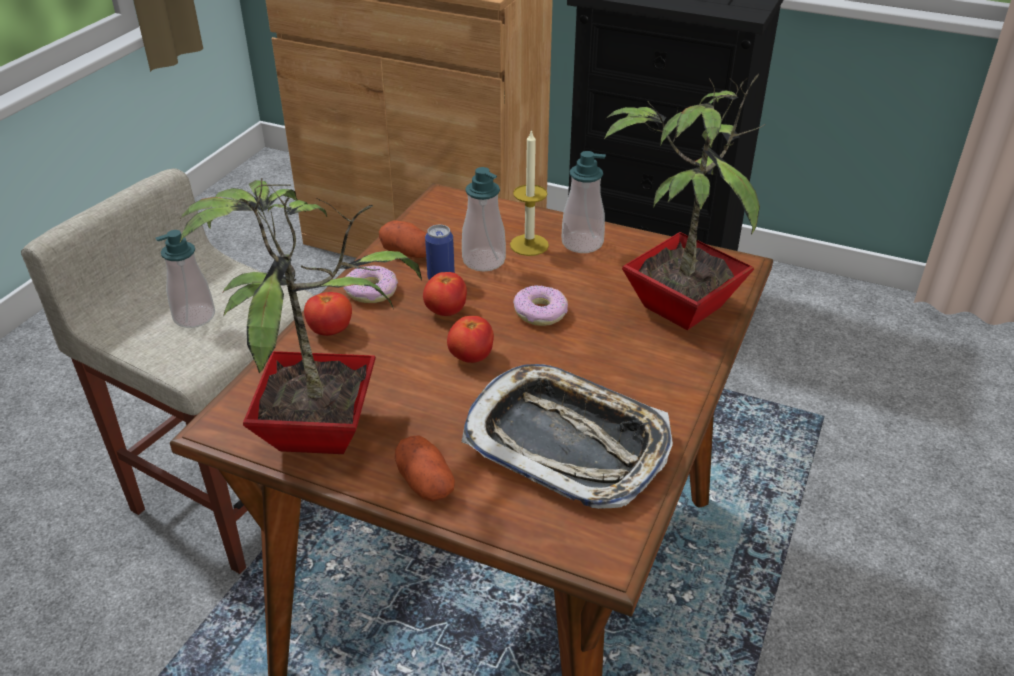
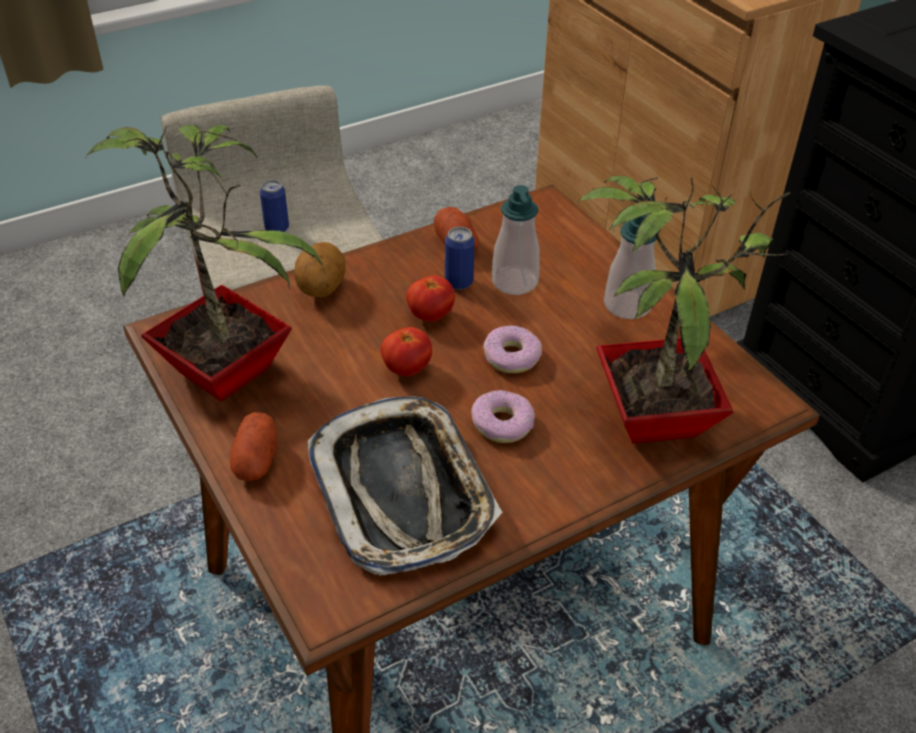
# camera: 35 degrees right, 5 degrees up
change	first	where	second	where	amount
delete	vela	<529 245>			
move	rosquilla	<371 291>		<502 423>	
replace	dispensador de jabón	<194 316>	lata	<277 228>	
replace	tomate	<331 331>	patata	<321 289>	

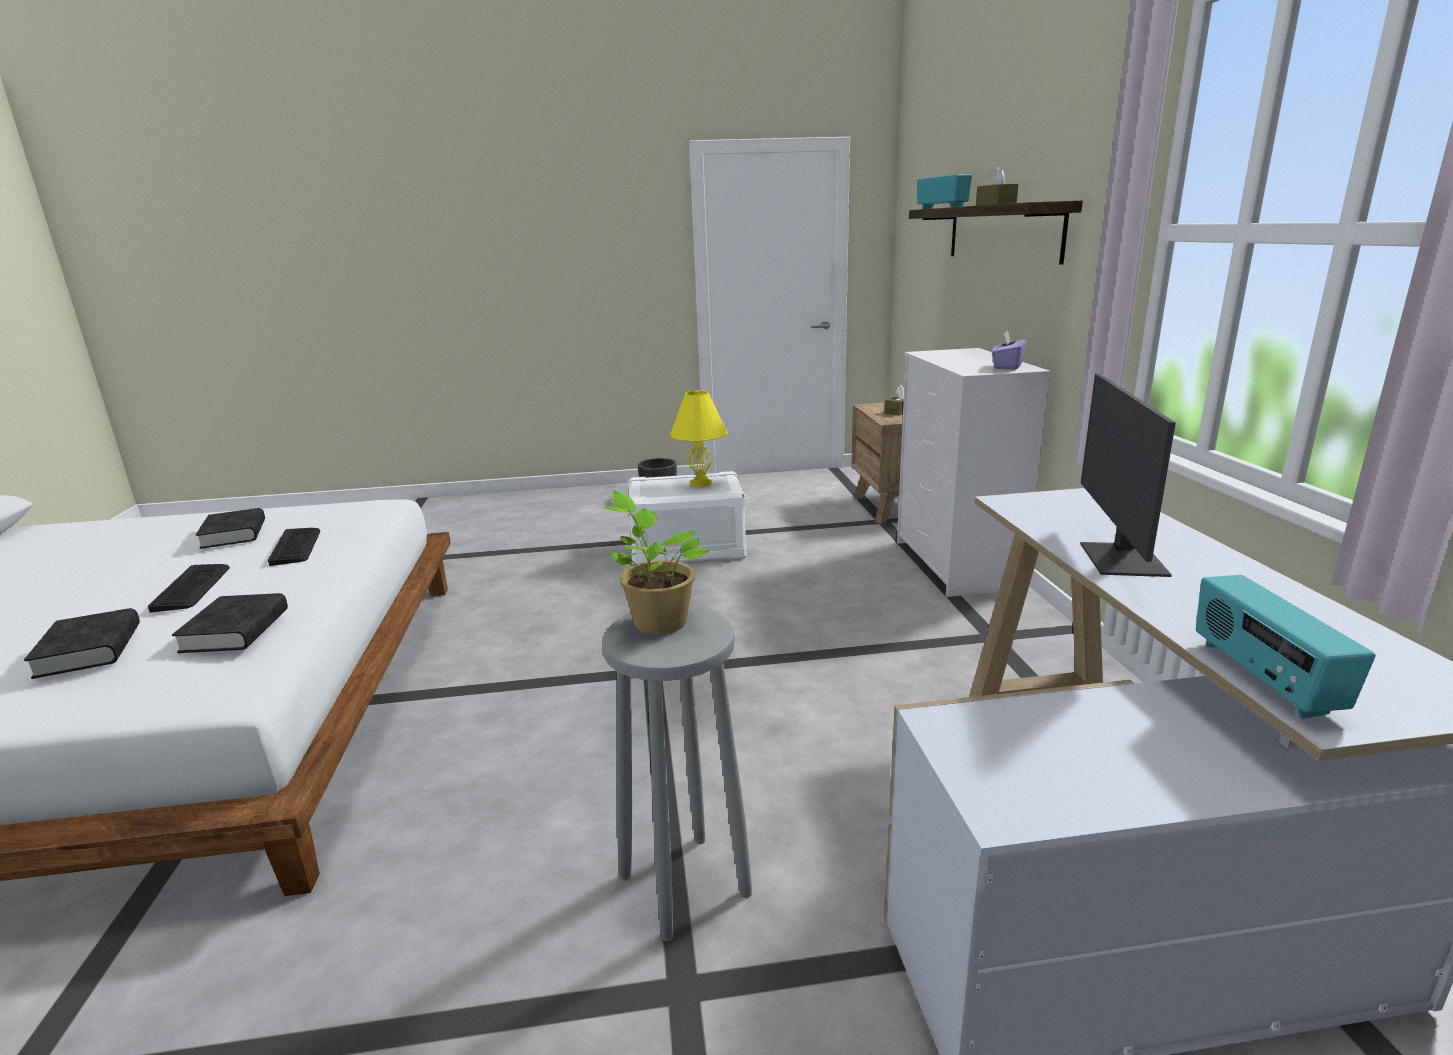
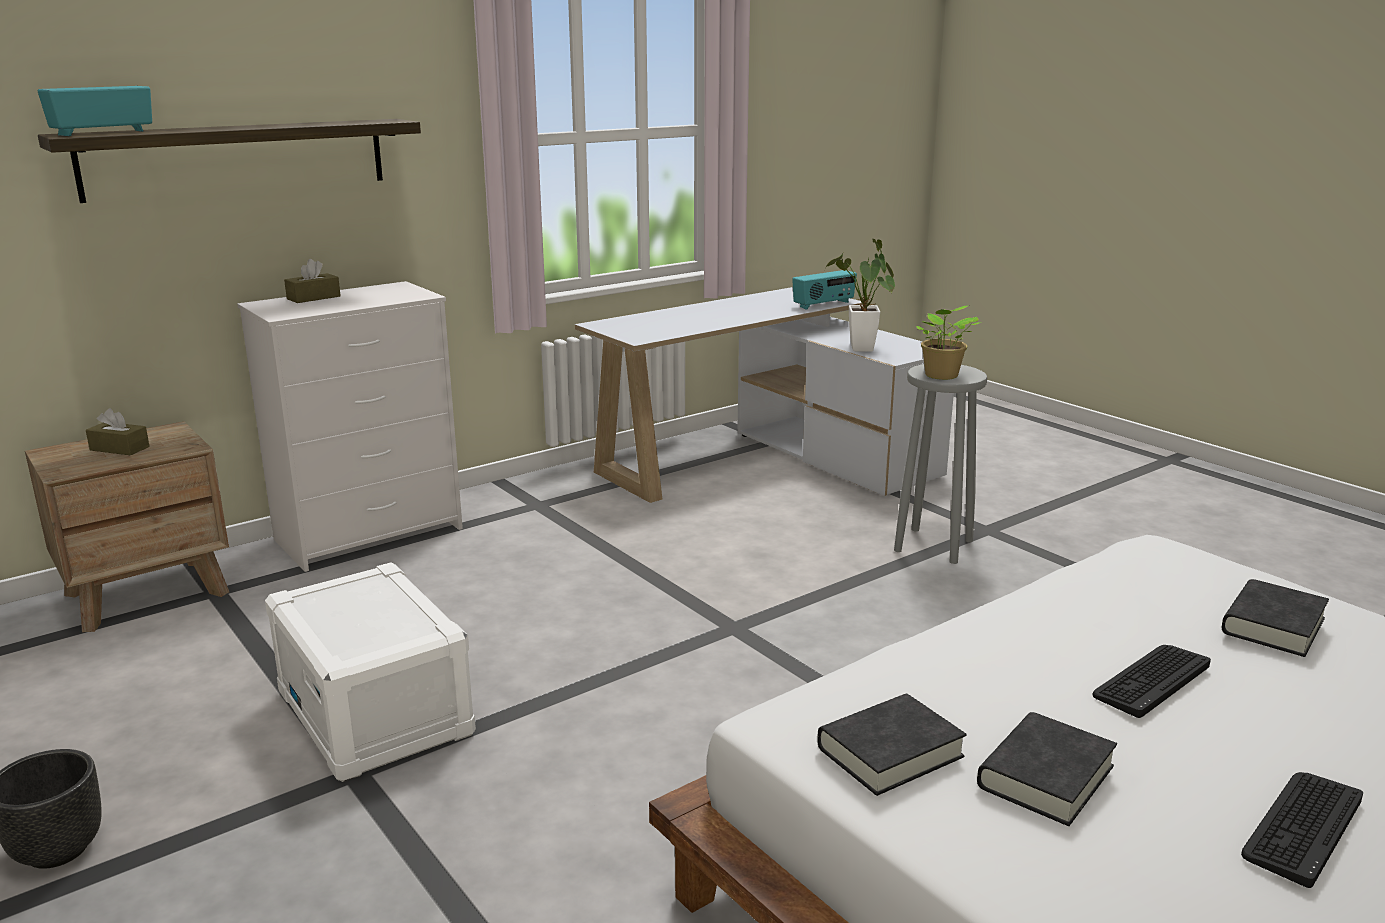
# camera: 120 degrees left, 0 degrees up
change	first	where	second	where	amount
delete	lámpara de mesa [amarillo]	<700 483>			
delete	caja de pañuelos [morado]	<1007 367>			
delete	monitor	<1120 559>			
insert			planta en maceta	<862 350>	
move	libro [negro]	<236 630>		<890 752>	
move	teclado	<296 546>		<1302 827>	
move	caja de pañuelos [marrón]	<995 204>		<313 297>	

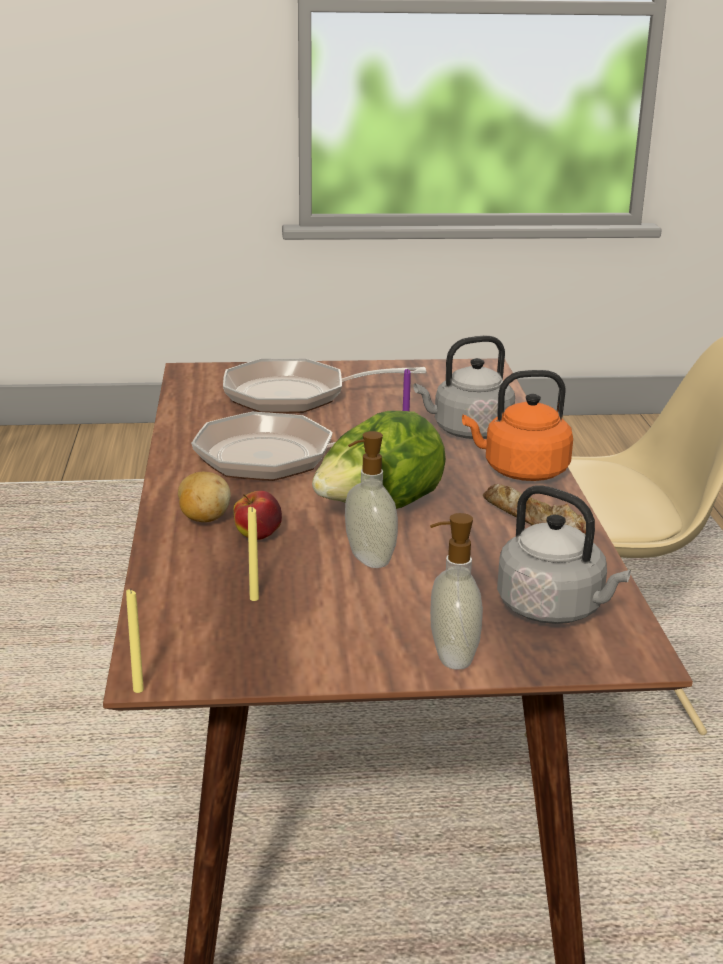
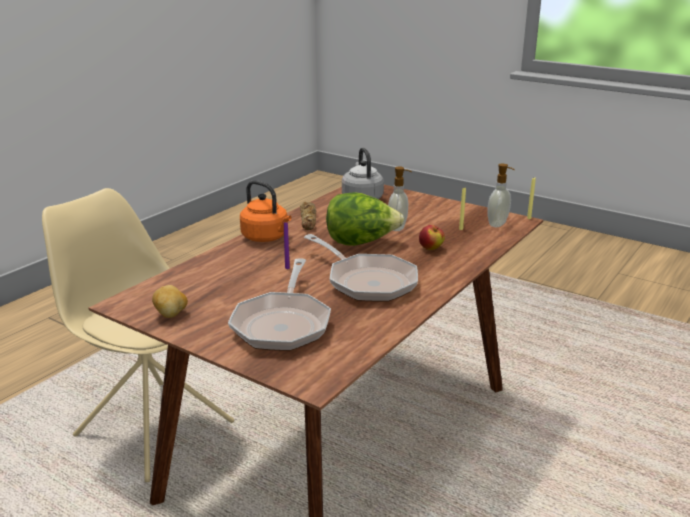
# camera: 140 degrees left, 0 degrees up
change	first	where	second	where	amount
delete	hervidor [gris]	<468 431>			
move	patata	<203 518>		<171 314>	
move	dispensador de jabón	<450 656>		<498 224>	
rotate	sartén	<296 396>		<283 324>	60 degrees clockwise

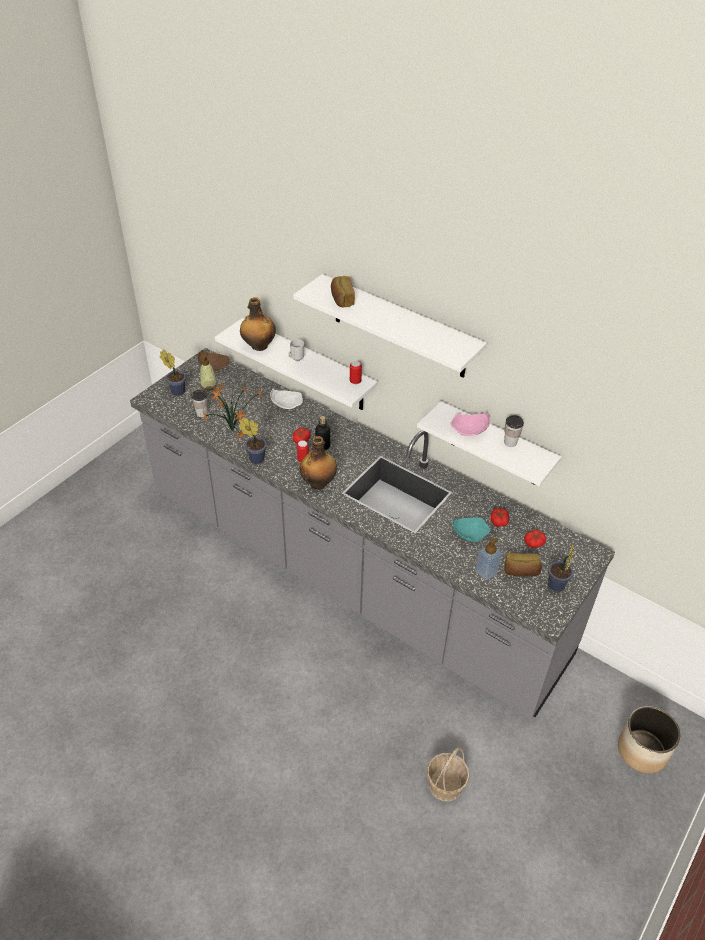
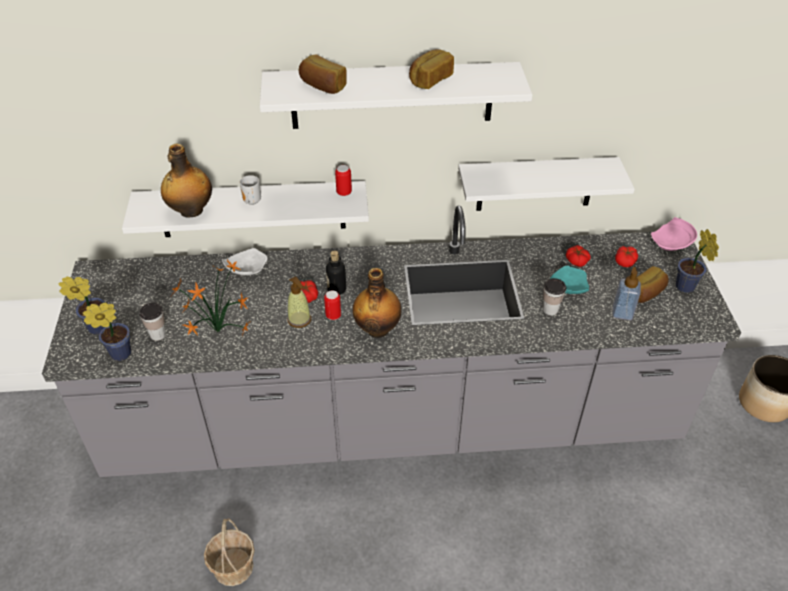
# camera: 40 degrees left, 0 degrees up
change	first	where	second	where	amount
delete	plato [marrón]	<213 365>			
insert			pan	<430 79>	
move	dispensador de jabón	<208 385>		<299 319>	
move	planta en maceta	<255 458>		<118 354>	
move	cesta	<445 785>		<233 567>	
move	plato [rosa]	<469 430>		<671 242>	
move	taza	<510 442>		<550 310>	

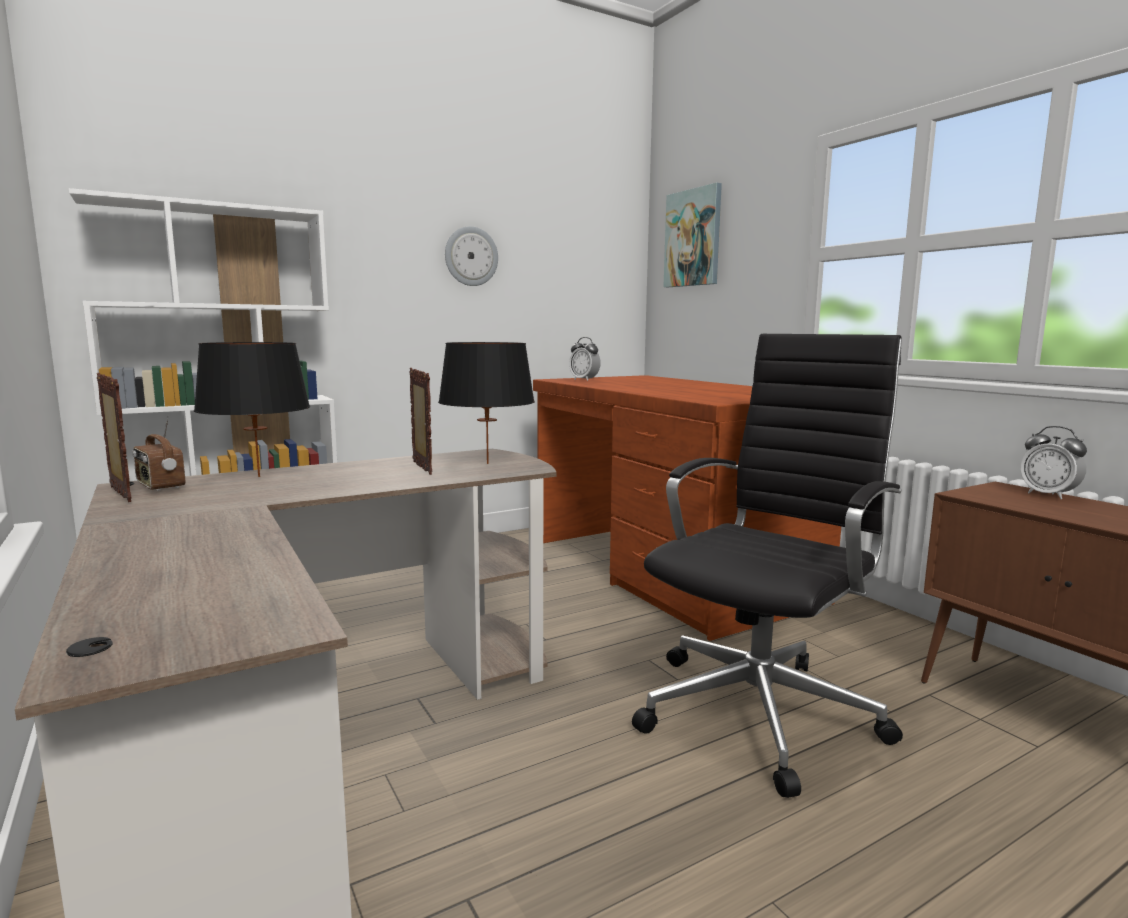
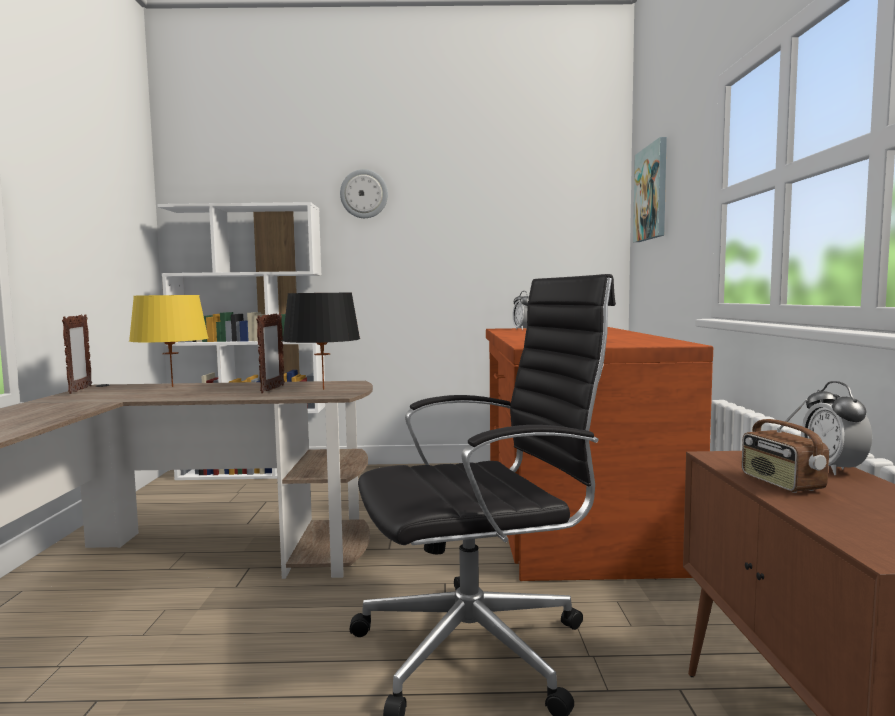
# camera: 30 degrees right, 5 degrees down
change	first	where	second	where	amount
move	radio	<160 485>		<780 484>	
move	reloj de pared	<471 256>		<364 194>	
recolor	lámpara de mesa [negro]	<259 476>	lámpara de mesa [amarillo]	<172 386>	

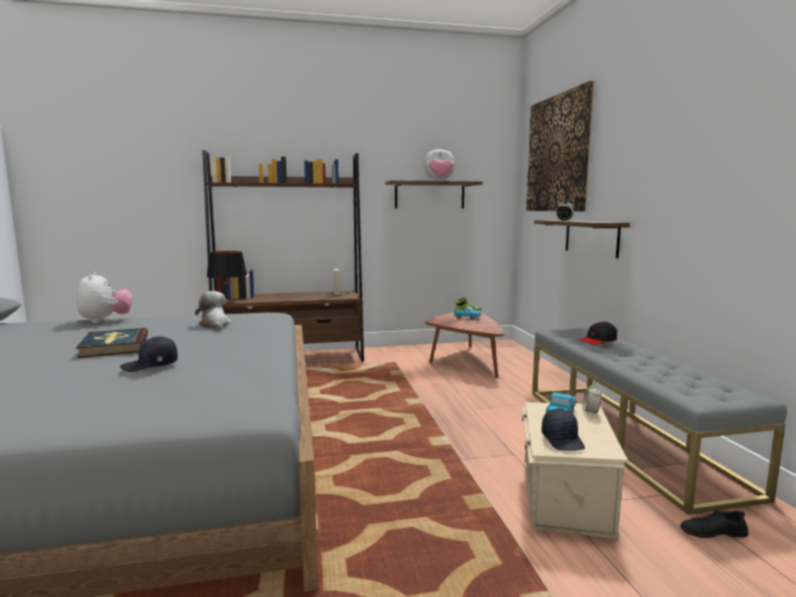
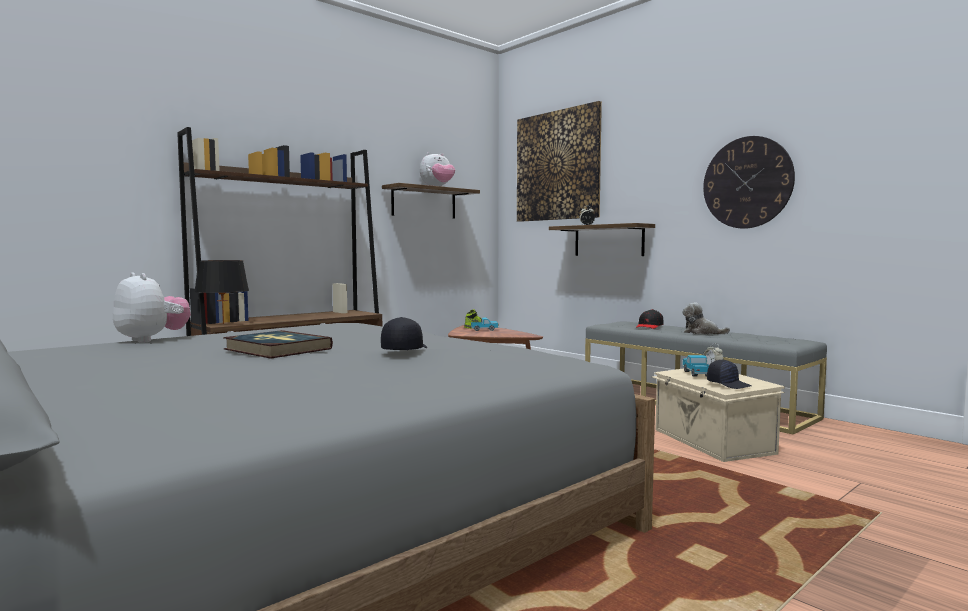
# camera: 30 degrees left, 5 degrees down
change	first	where	second	where	amount
delete	zapato [negro]	<713 532>			
insert			reloj de pared	<747 182>	
move	peluche	<215 325>		<702 333>	
rotate	gorra [negro]	<150 366>		<404 350>	150 degrees clockwise

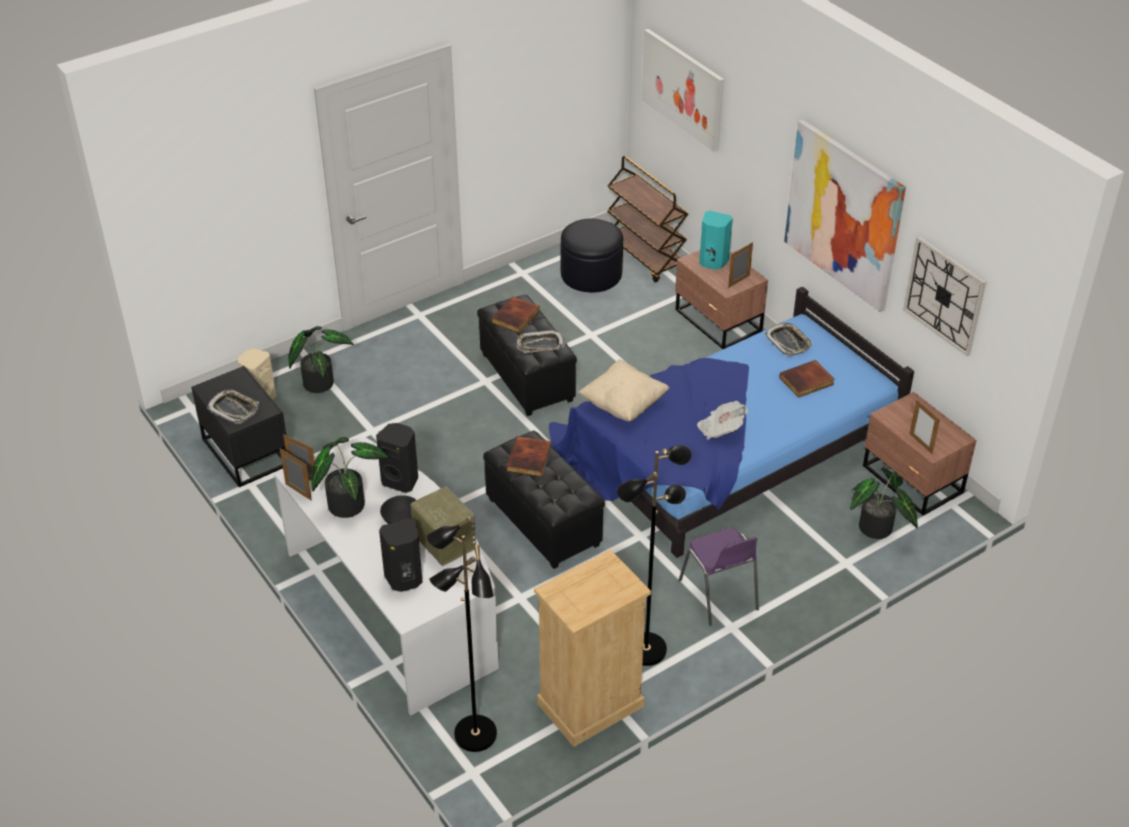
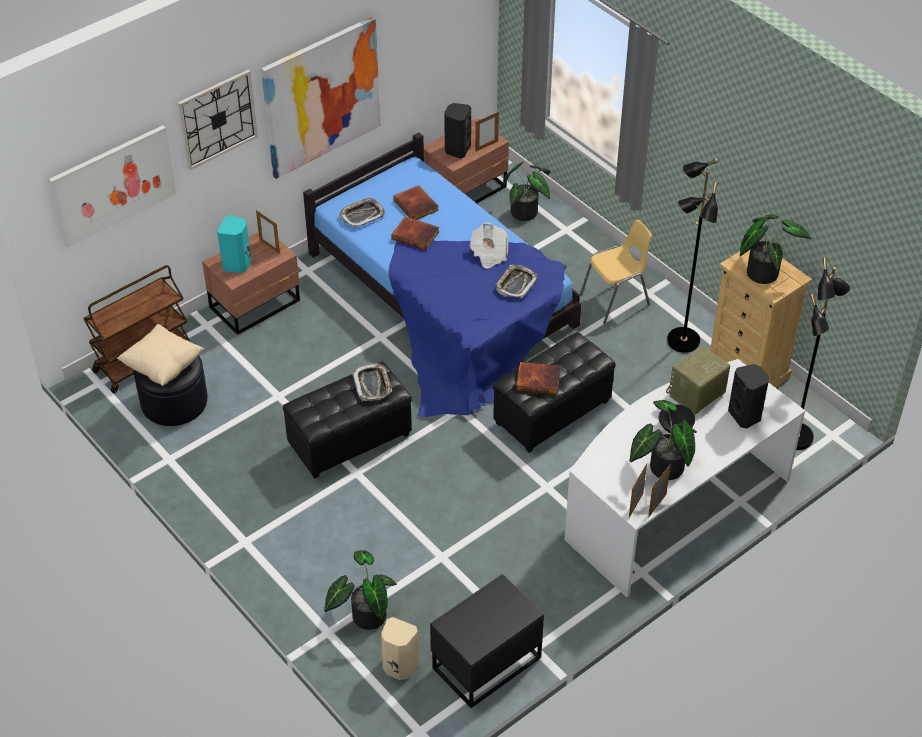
# camera: 95 degrees left, 5 degrees up
change	first	where	second	where	amount
insert			planta en maceta	<763 271>	
move	bandeja	<234 409>		<516 284>	
move	altavoz [negro]	<401 480>		<457 149>	
move	libro	<516 317>		<416 235>	
move	cojín [beis]	<623 404>		<162 366>	
move	reloj de pared	<944 295>		<217 119>	
recolor	silla [morado]	<719 595>	silla [amarillo]	<616 300>	

